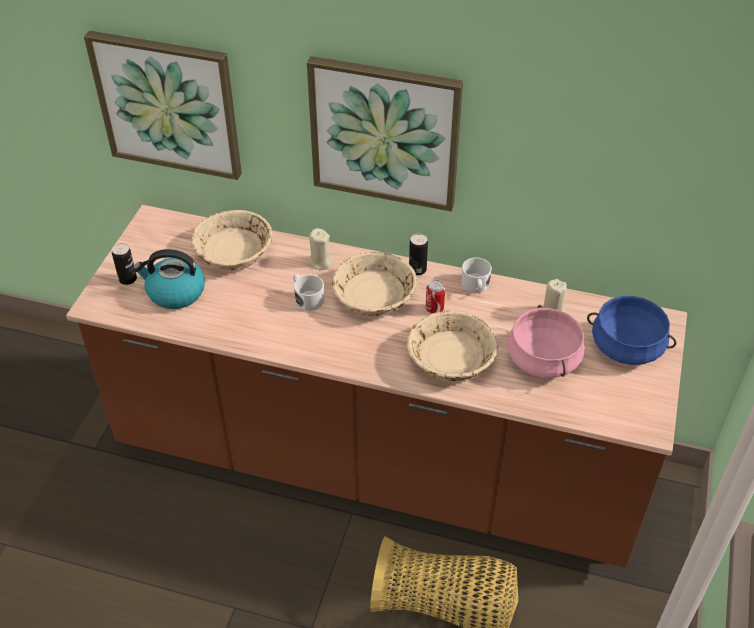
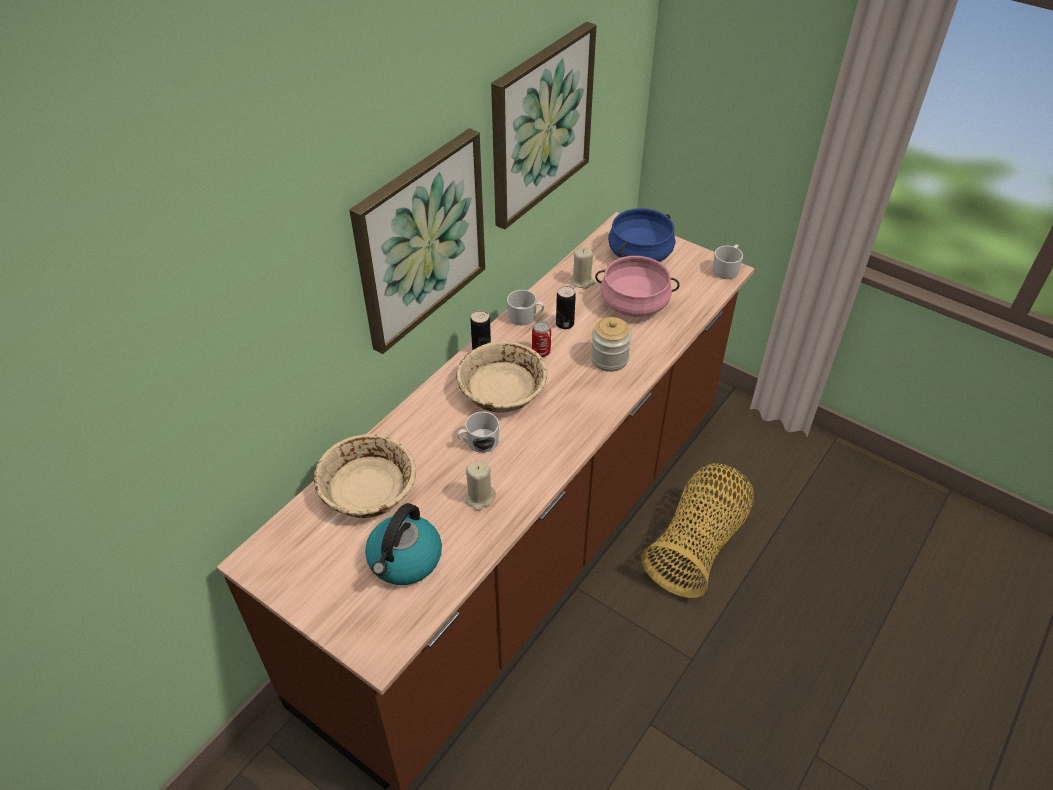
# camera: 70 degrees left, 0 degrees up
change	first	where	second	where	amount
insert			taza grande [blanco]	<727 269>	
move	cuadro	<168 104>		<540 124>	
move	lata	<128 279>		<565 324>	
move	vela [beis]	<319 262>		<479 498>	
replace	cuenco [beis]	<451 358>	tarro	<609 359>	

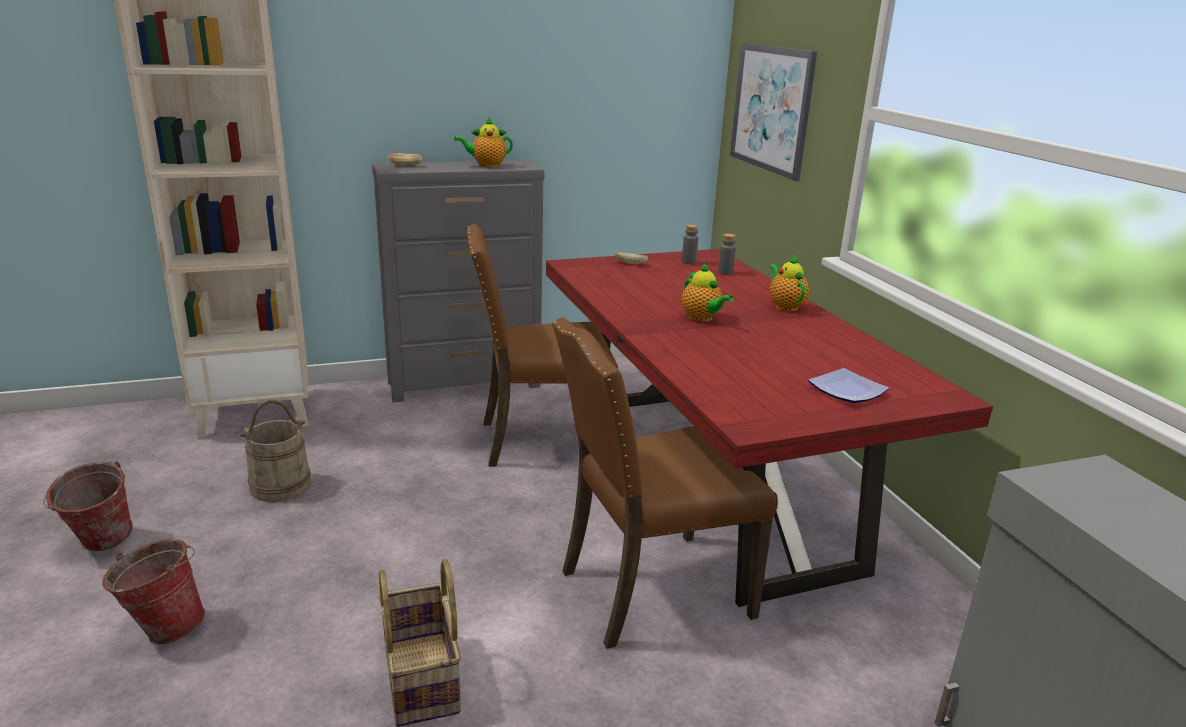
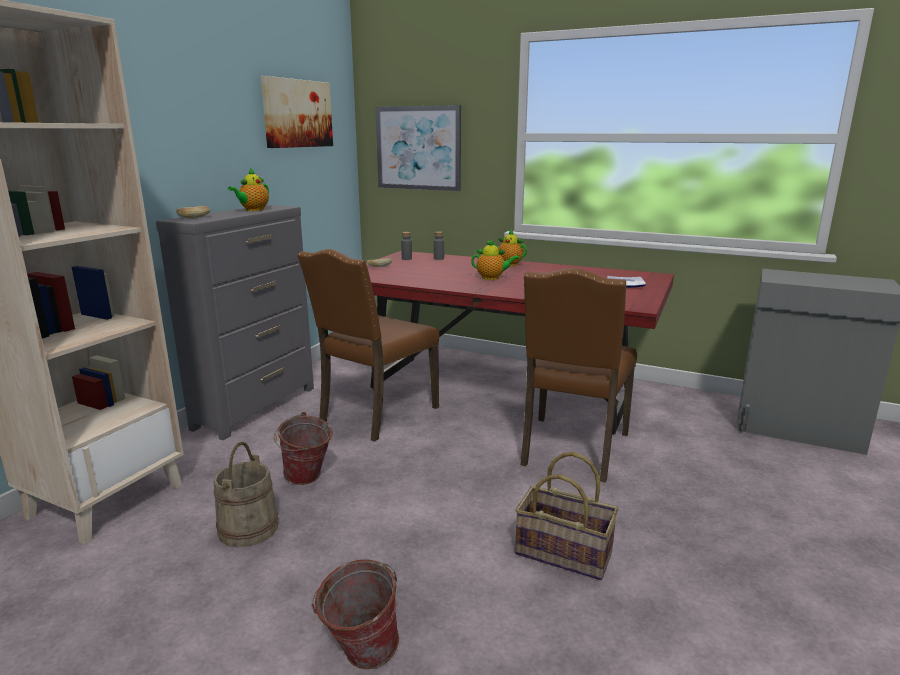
# camera: 45 degrees left, 5 degrees down
change	first	where	second	where	amount
insert			cuadro	<297 113>	
move	cubo	<99 545>		<306 480>	

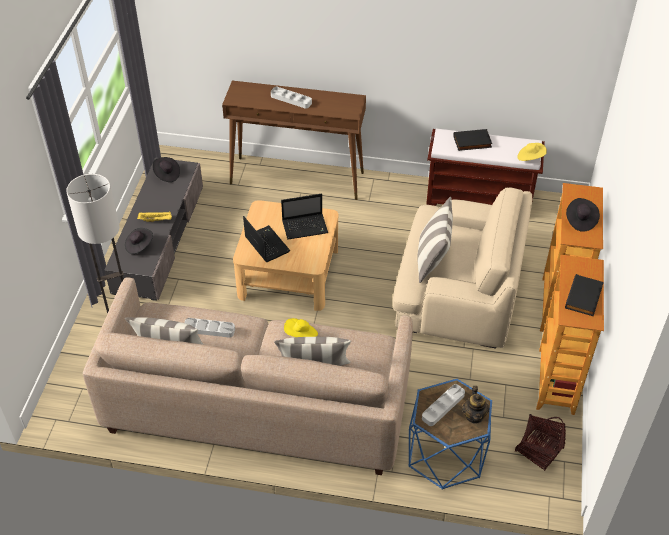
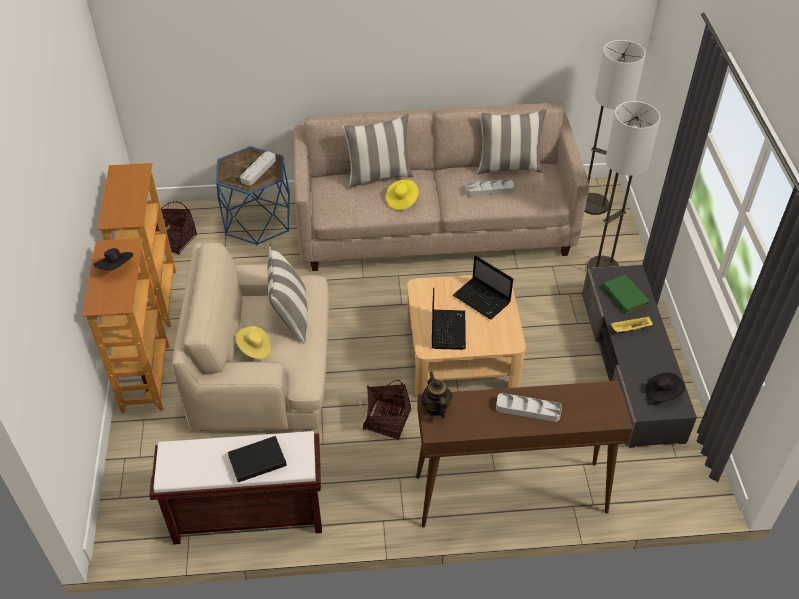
# camera: 165 degrees right, 0 degrees up
change	first	where	second	where	amount
delete	libro [negro]	<584 297>			
insert			cesta	<386 420>	
insert			lámpara de pie	<593 204>	
move	tetera	<474 416>		<436 407>	
move	sombrero [amarillo]	<530 158>		<255 349>	
replace	sombrero [negro]	<139 246>	libro [verde]	<626 296>	
rotate	portátil	<306 227>		<447 329>	120 degrees clockwise

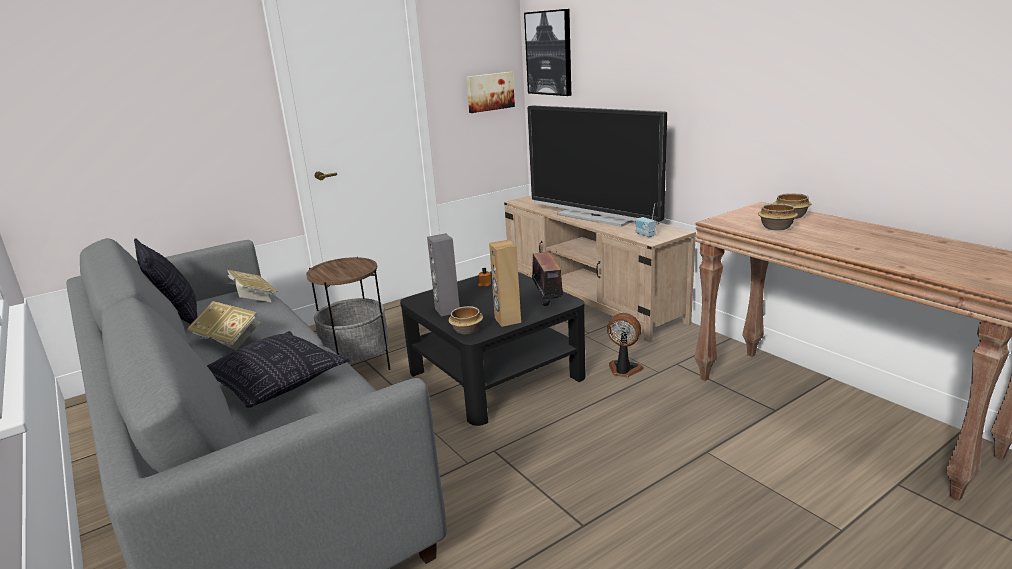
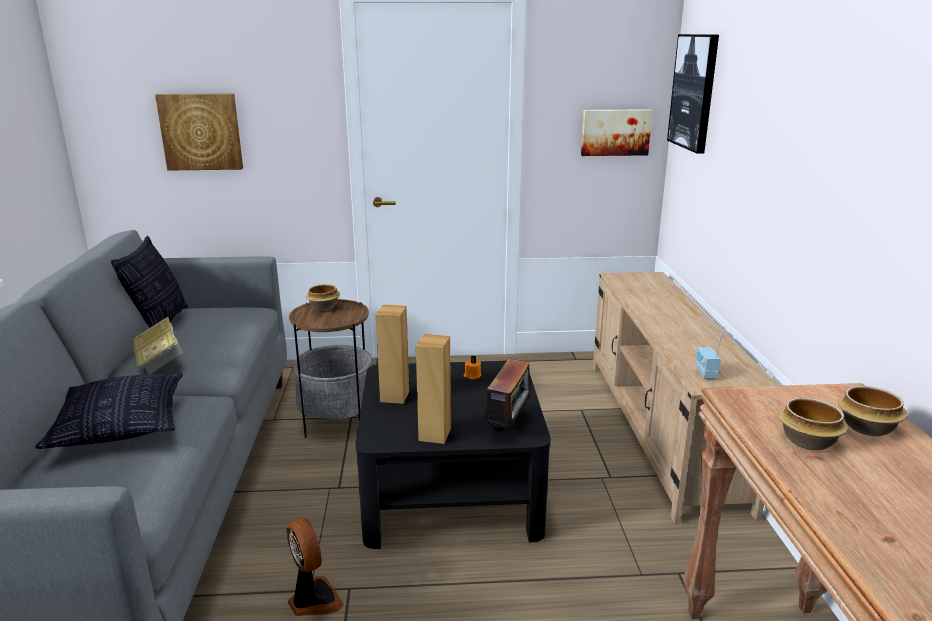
# camera: 30 degrees right, 0 degrees up
change	first	where	second	where	amount
delete	libro	<253 298>			
delete	televisor	<595 217>			
insert			cuadro	<201 132>	
move	cuenco	<467 330>		<324 307>	
move	ventilador	<624 370>		<313 600>	
recolor	altavoz [gris]	<447 310>	altavoz [marrón]	<394 396>	

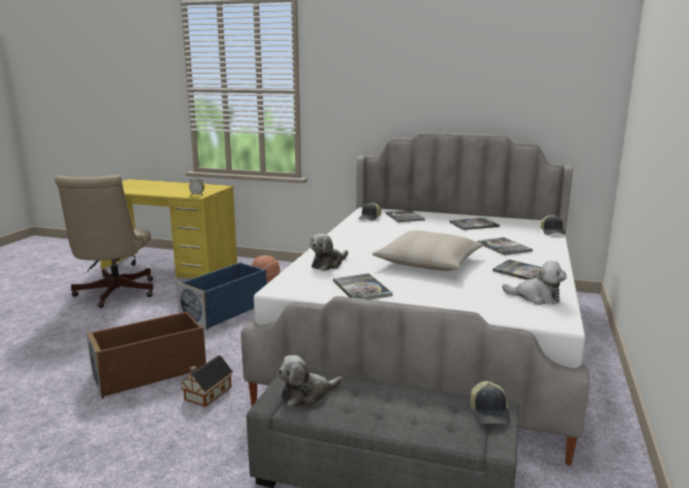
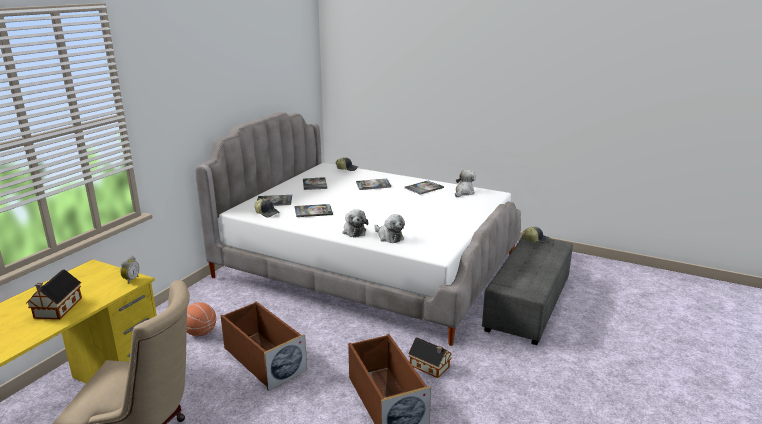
# camera: 80 degrees left, 5 degrees up
change	first	where	second	where	amount
delete	cojín [beis]	<428 262>			
insert			casita	<56 309>	
move	peluche	<307 395>		<354 231>	
move	libro	<362 288>		<313 211>	
recolor	caja de almacenaje [azul]	<225 310>	caja de almacenaje [marrón]	<263 359>	

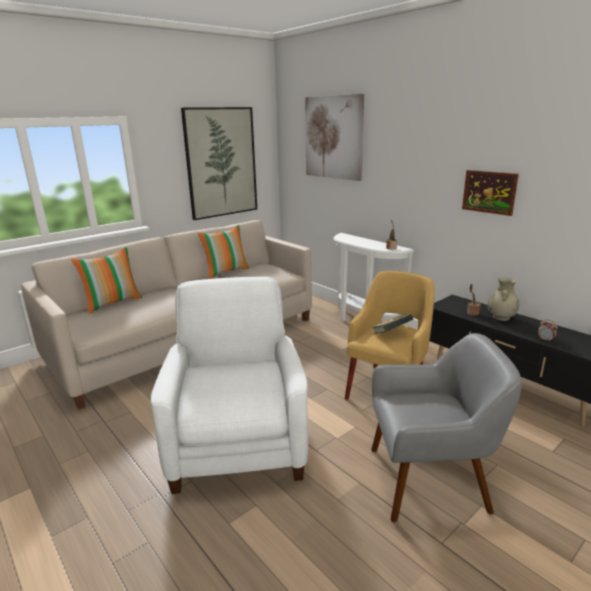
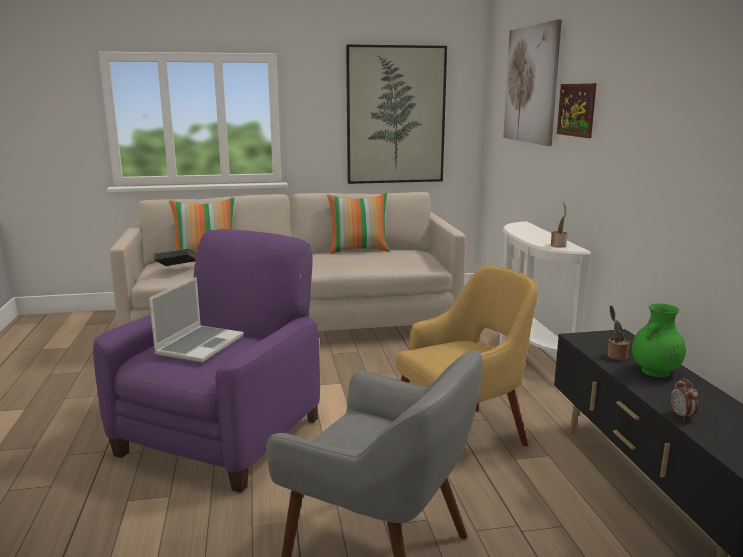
# camera: 30 degrees right, 5 degrees down
change	first	where	second	where	amount
insert			portátil	<200 345>	
move	libro	<391 334>		<178 269>	
move	cuadro	<489 192>		<576 110>	
recolor	sillón [blanco]	<238 443>	sillón [morado]	<223 435>	
recolor	florero [beis]	<501 317>	florero [verde]	<655 372>	

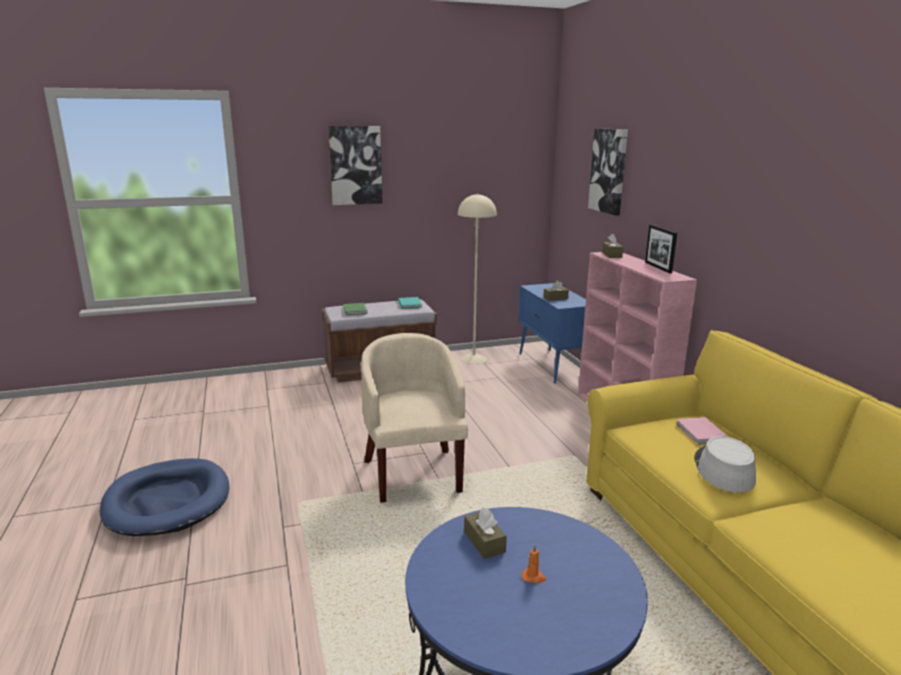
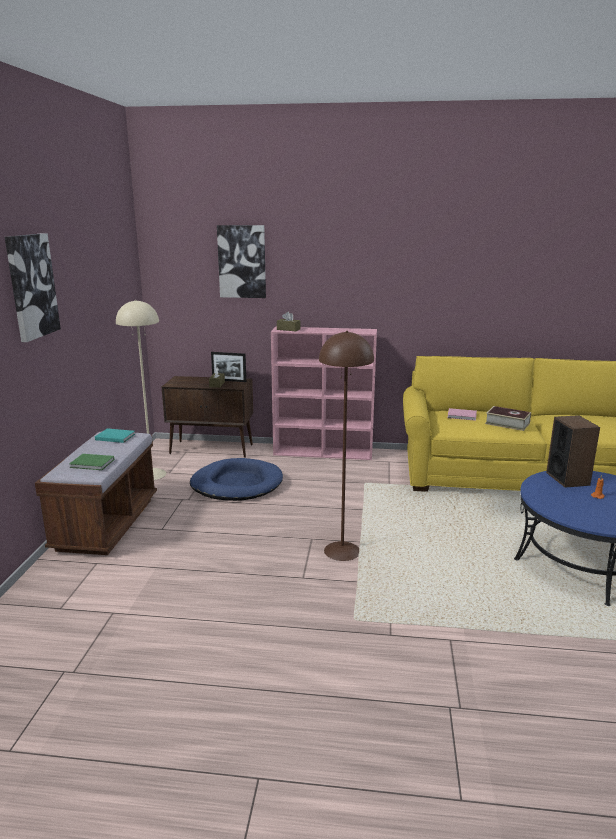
# camera: 65 degrees left, 0 degrees up
change	first	where	second	where	amount
delete	caja de pañuelos [marrón]	<484 542>			
insert			altavoz	<567 479>	
move	cama para perro [azul]	<168 501>		<237 484>	
move	portarretratos	<658 267>		<229 380>	
replace	sillón [beis]	<413 472>	lámpara de pie [marrón]	<342 550>	
replace	sombrero [gris]	<723 470>	libro	<507 423>	
recolor	armario [azul]	<552 366>	armario [marrón]	<212 449>	

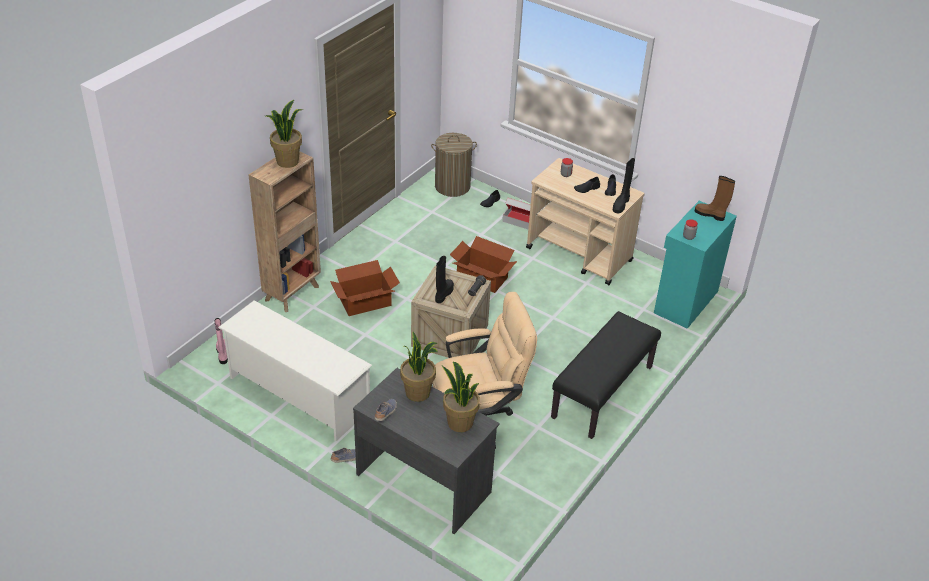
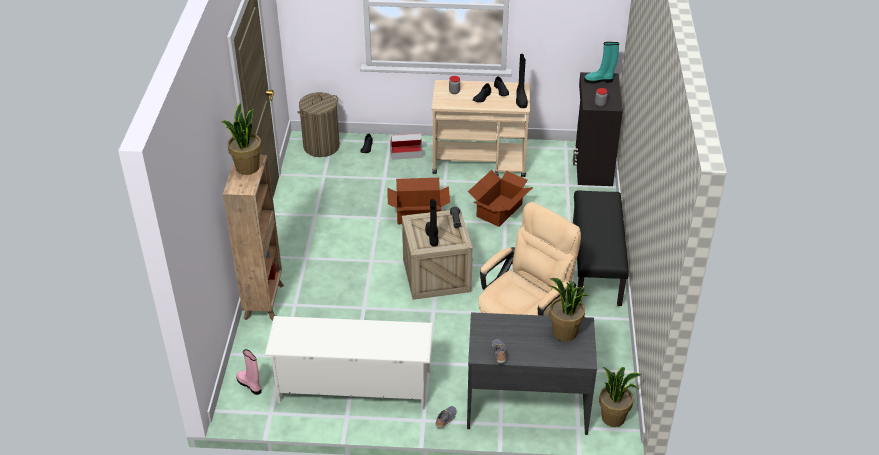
# camera: 30 degrees left, 0 degrees up
change	first	where	second	where	amount
move	caja de cartón	<364 302>		<498 210>	
move	planta en maceta	<418 392>		<613 417>	
recolor	armario [turquesa]	<684 302>	armario [negro]	<592 165>	
recolor	bota [marrón]	<710 215>	bota [turquesa]	<599 80>	

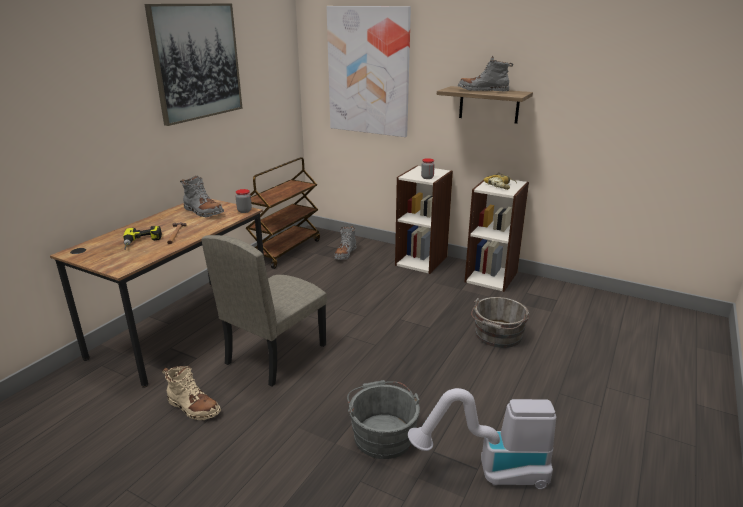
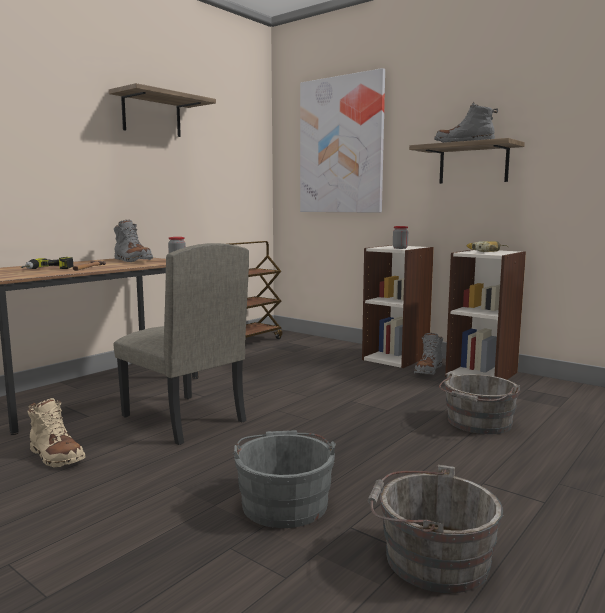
# camera: 10 degrees right, 15 degrees down
change	first	where	second	where	amount
move	bota [gris]	<345 254>		<428 370>	
replace	cuadro	<197 62>	estante	<151 115>	
replace	aspiradora	<489 471>	cubo [gris]	<430 558>	
rotate	silla [beis]	<275 354>		<183 419>	90 degrees counterclockwise

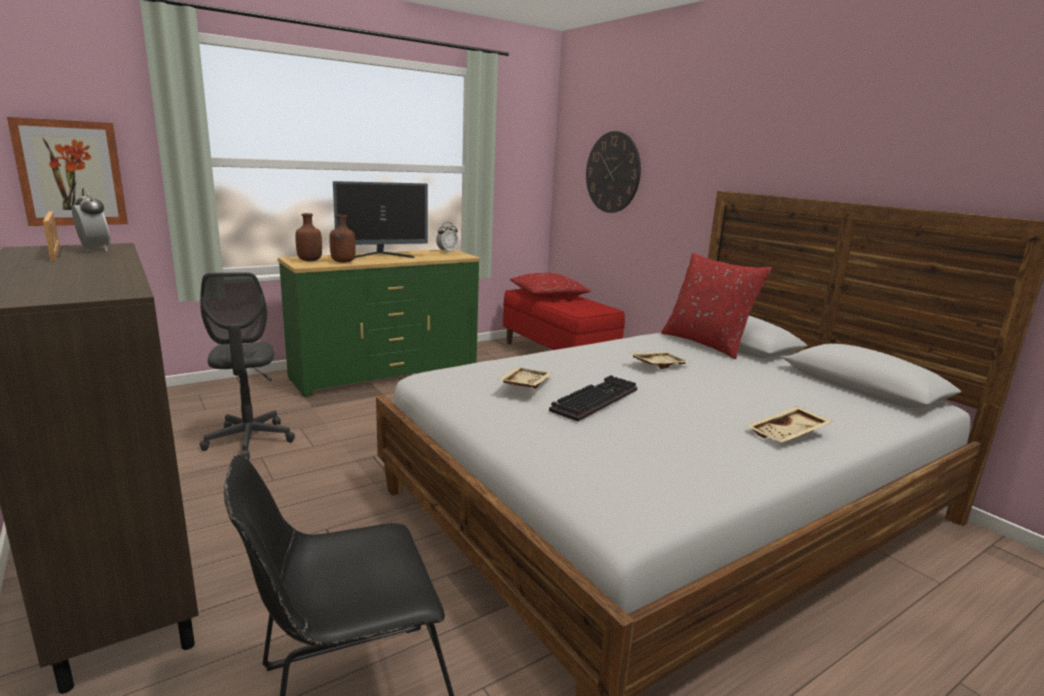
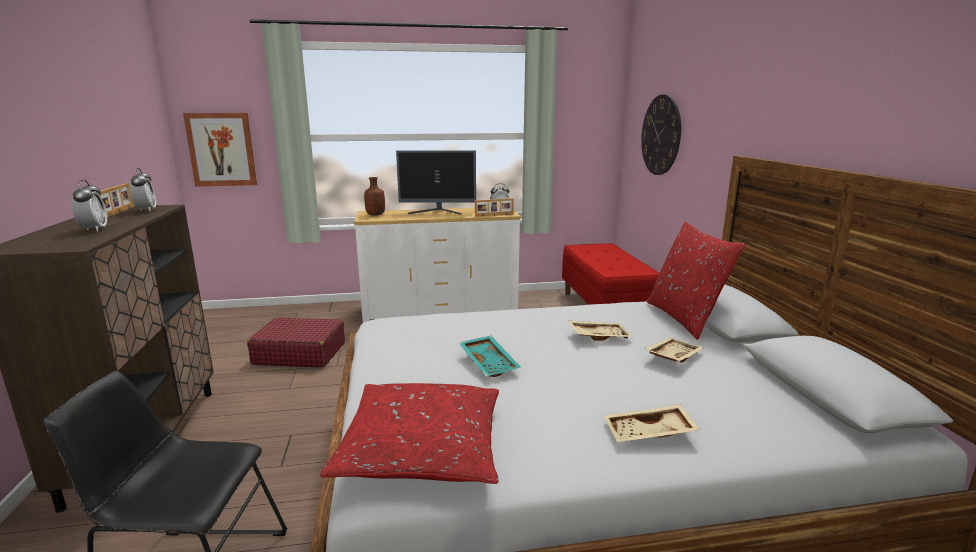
# camera: 25 degrees right, 0 degrees up
change	first	where	second	where	amount
delete	botella [marrón]	<343 262>			
insert			despertador	<94 229>	
insert			portarretratos	<494 215>	
move	bandeja [beis]	<524 385>		<672 356>	
move	cojín [rojo]	<548 294>		<422 448>	
replace	silla de oficina [gris]	<249 440>	maleta [rojo]	<299 353>	
replace	teclado	<594 399>	bandeja [turquesa]	<490 363>	
recolor	cómoda [verde]	<385 372>	cómoda [blanco]	<440 310>	

